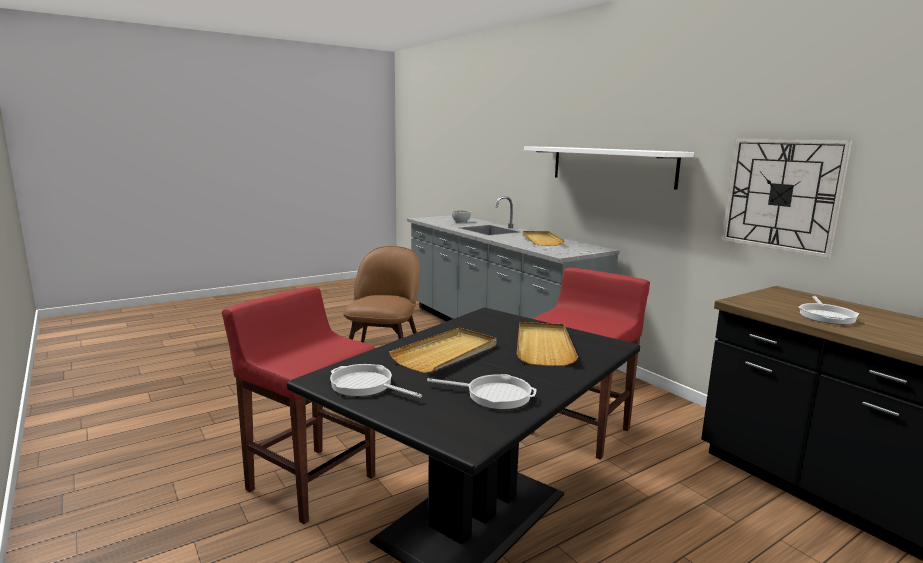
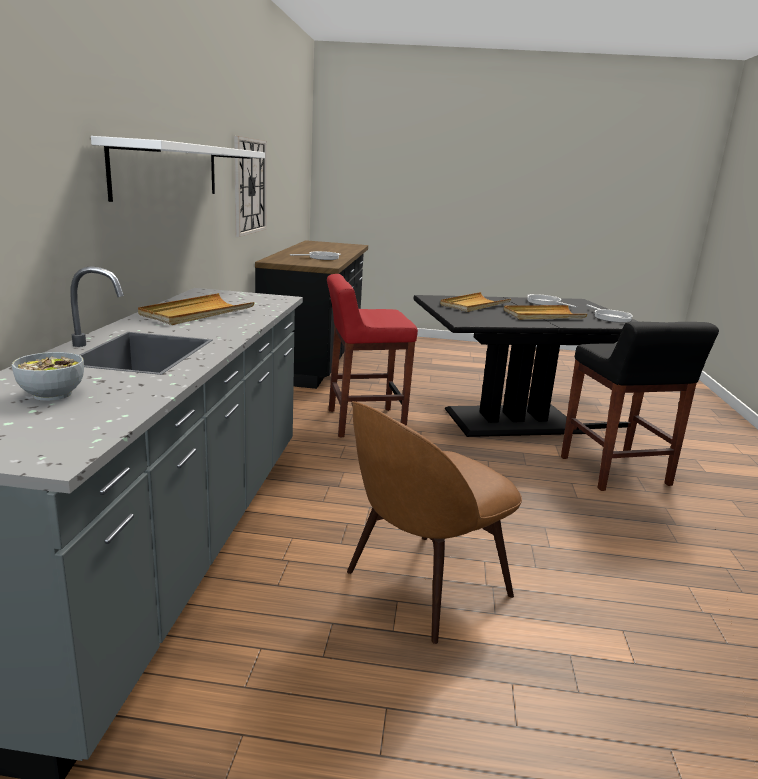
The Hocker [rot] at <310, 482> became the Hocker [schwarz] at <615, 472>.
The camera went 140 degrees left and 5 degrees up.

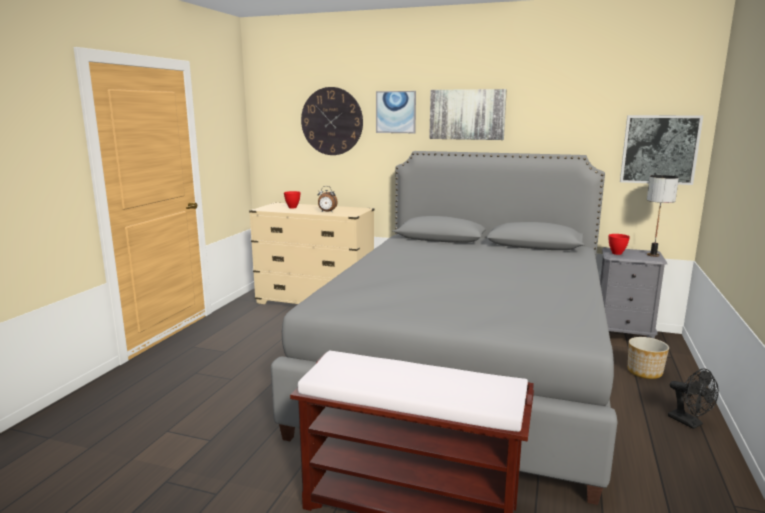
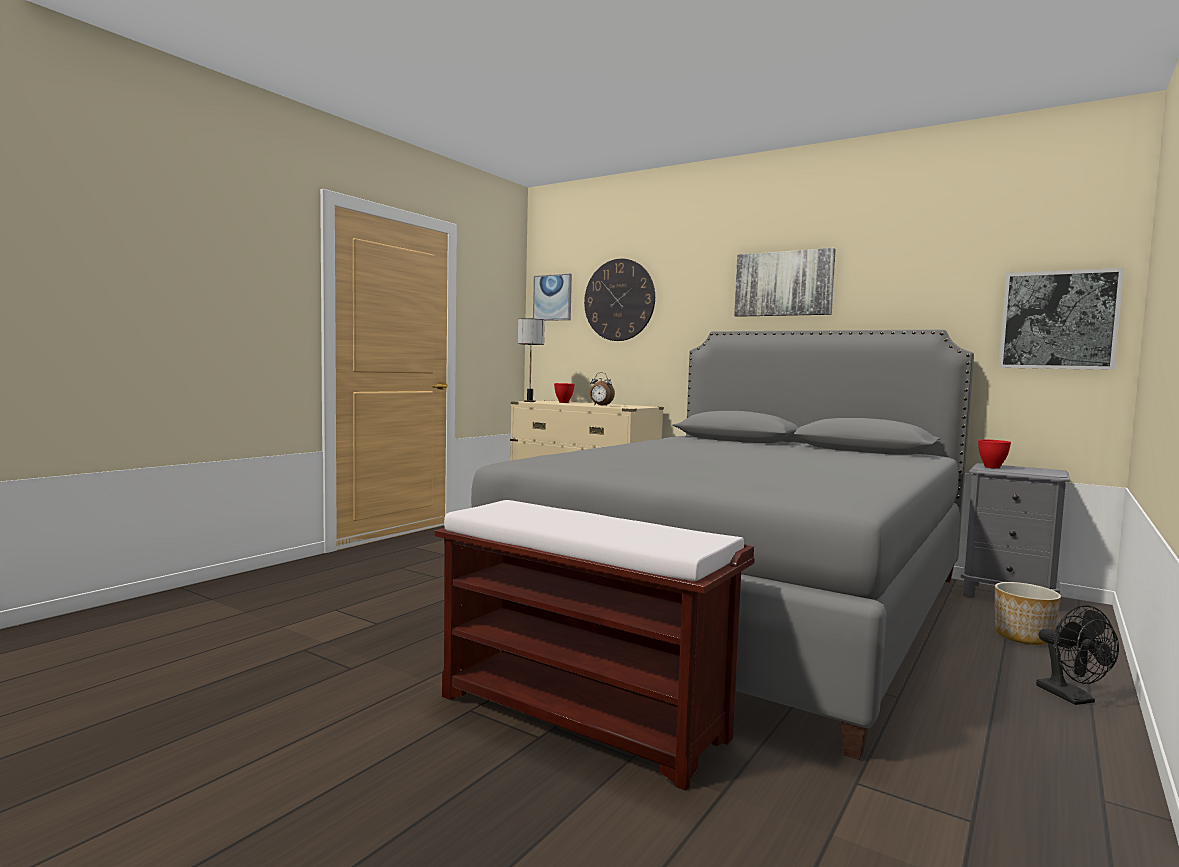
The Bild moved from <396, 112> to <552, 297>.
The Tischlampe moved from <653, 255> to <529, 401>.
The camera went 15 degrees right and 10 degrees down.

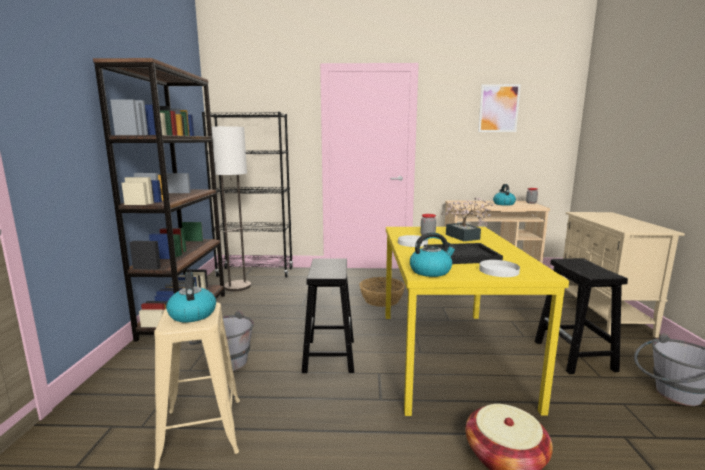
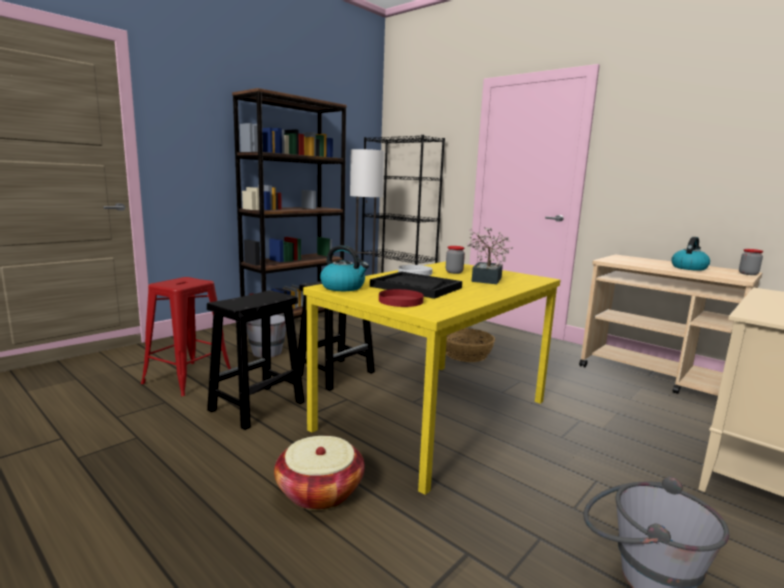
The Bild at <498, 108> disappeared.
The Hocker [schwarz] moved from <575, 356> to <256, 407>.
The Teller [weiß] at <499, 271> became the Teller [rot] at <401, 301>.
The Wasserkessel at <192, 314> disappeared.
The Hocker [beige] at <201, 430> became the Hocker [rot] at <188, 378>.
The camera went 40 degrees right and 0 degrees up.

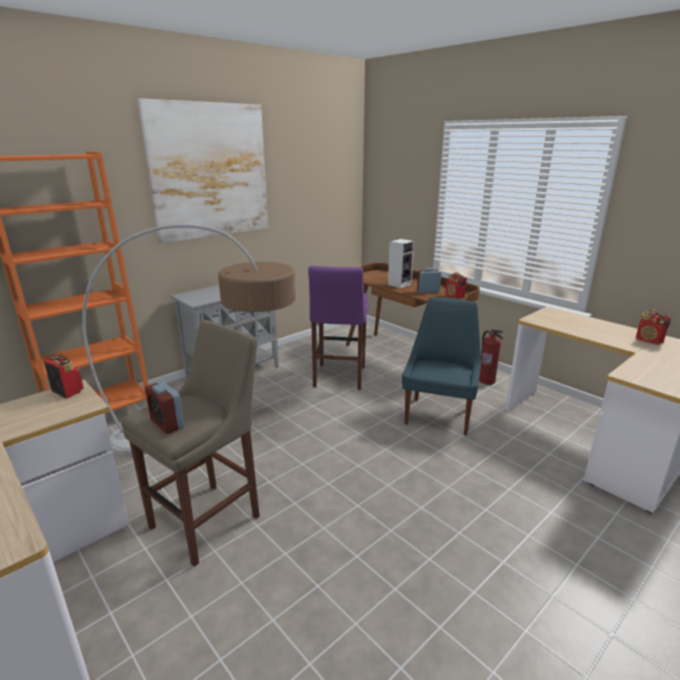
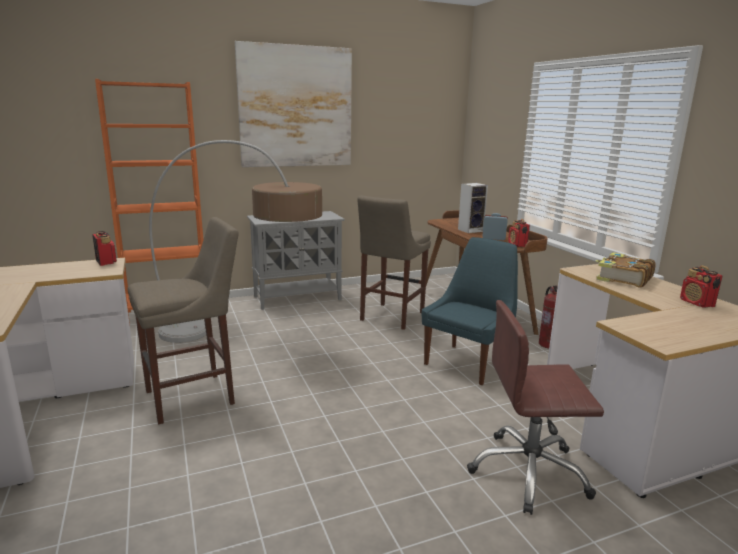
The Hocker [lila] at <338, 378> became the Hocker [beige] at <390, 317>.
The Wecker at <167, 424> disappeared.
The Buch at <623, 278> appeared.
The Bürostuhl [braun] at <528, 472> appeared.
The camera went 20 degrees right and 5 degrees down.

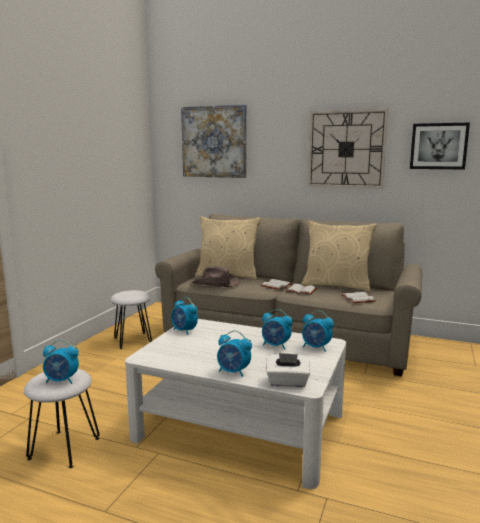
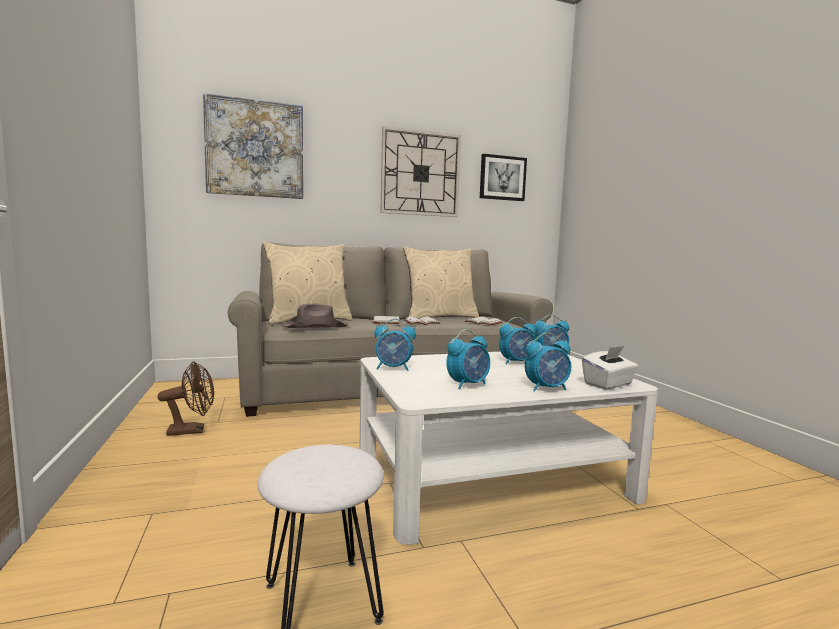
The Hocker [weiß] at <132, 340> was replaced by the Ventilator [braun] at <192, 430>.
The Wecker moved from <62, 381> to <468, 385>.
The camera went 40 degrees left and 5 degrees down.

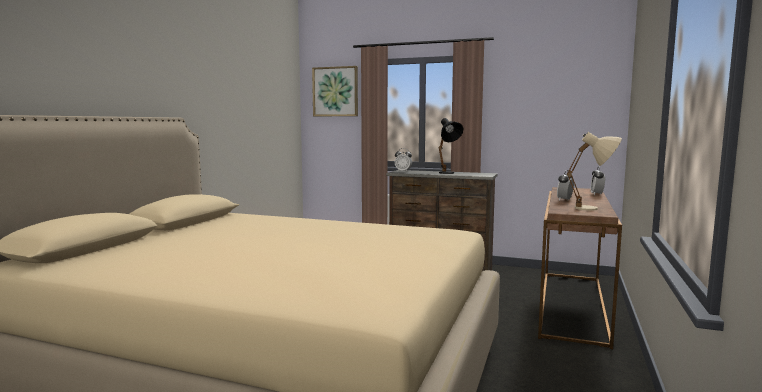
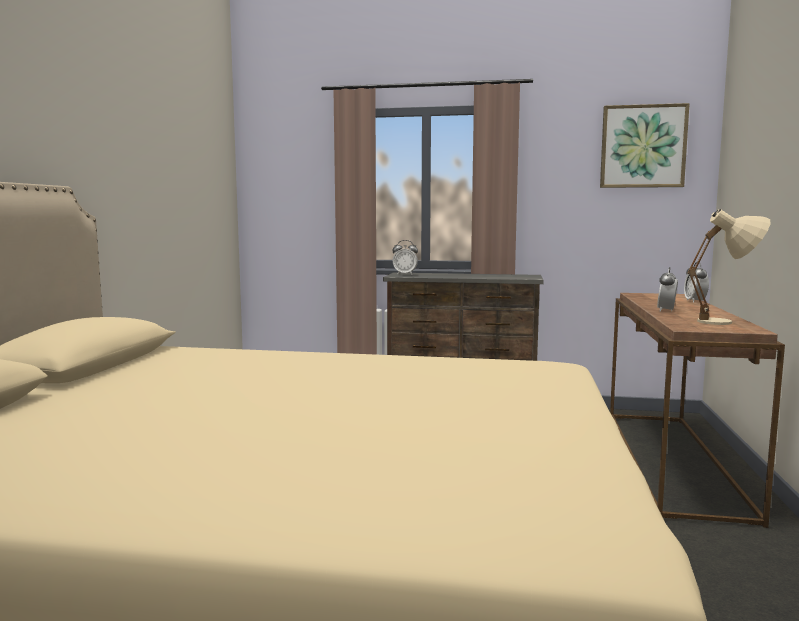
The Bild moved from <335, 91> to <643, 146>.
The Tischlampe [schwarz] at <448, 173> disappeared.
The camera went 10 degrees left and 0 degrees up.

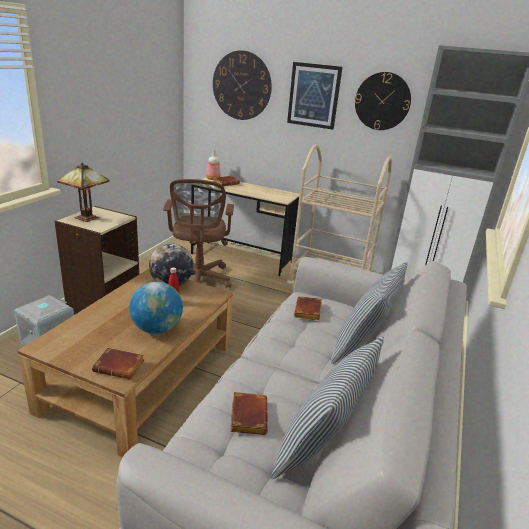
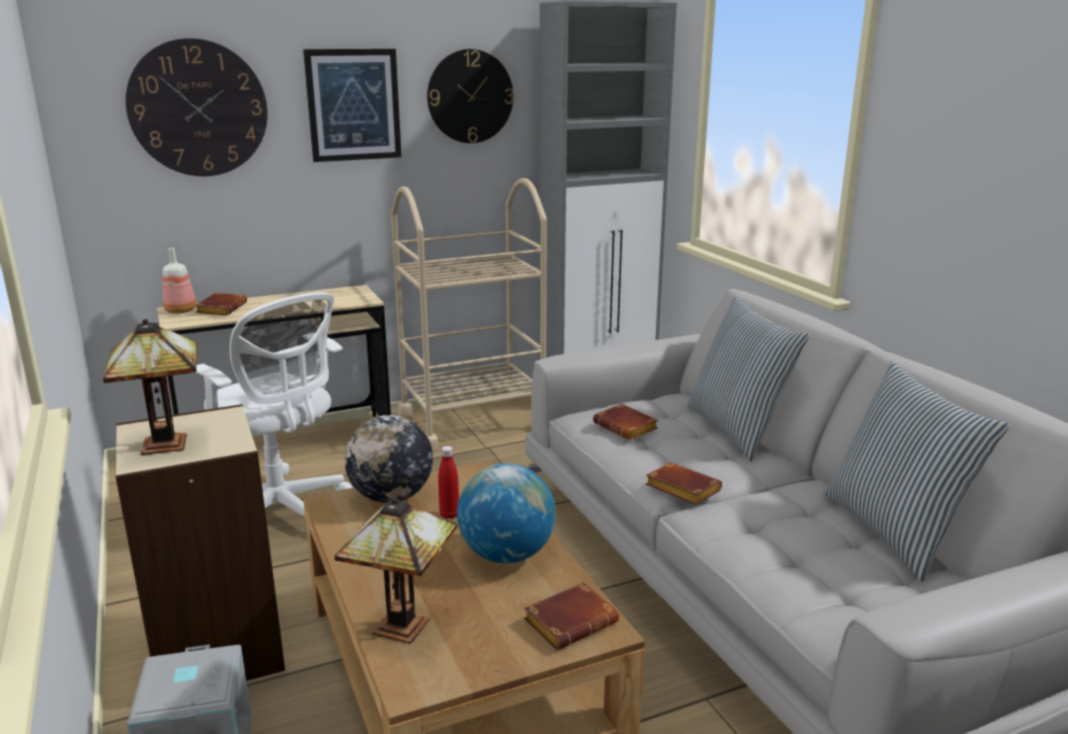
The Bürostuhl [braun] at <198, 281> became the Bürostuhl [weiß] at <282, 512>.
The Buch [braun] moved from <247, 416> to <680, 489>.
The Tischlampe at <406, 625> appeared.
The camera went 45 degrees left and 5 degrees down.

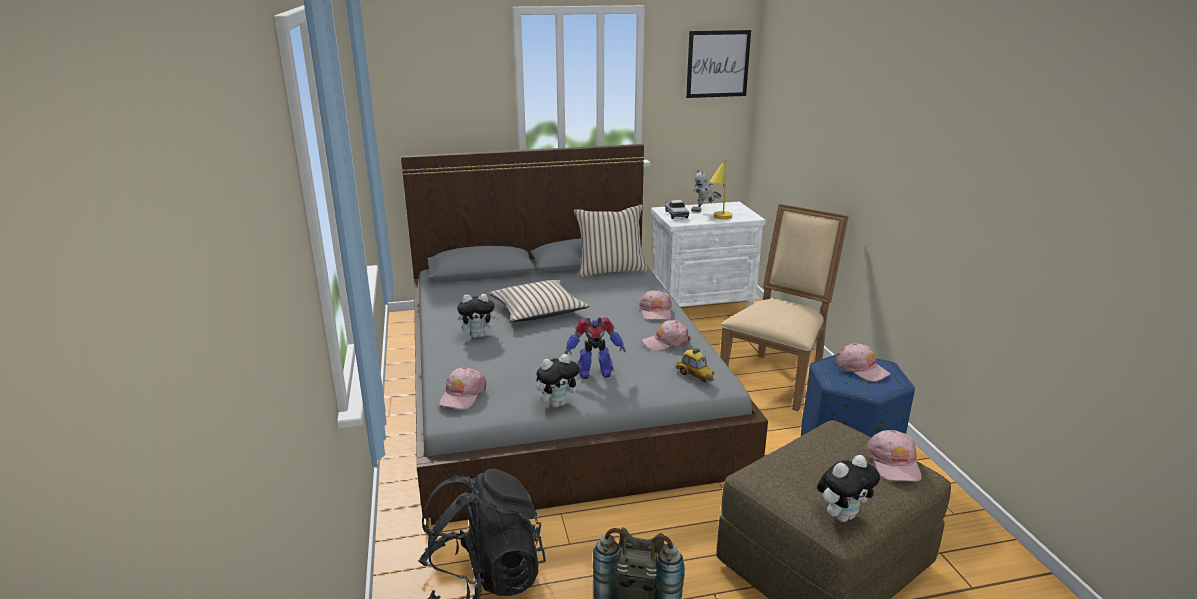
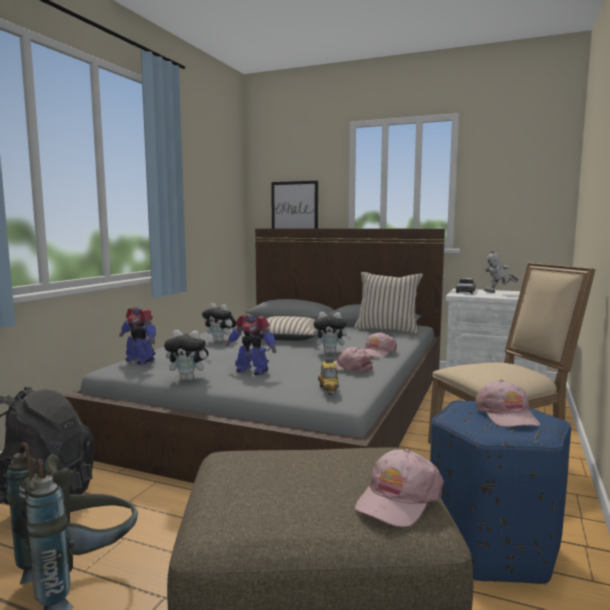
The Bild moved from <718, 64> to <294, 207>.
The Tischlampe [gelb] at <718, 218> disappeared.
The Kappe [rosa] at <462, 395> was replaced by the Spielzeugroboter at <140, 360>.
The Plüschtier moved from <842, 515> to <331, 352>.
The camera went 35 degrees right and 15 degrees down.

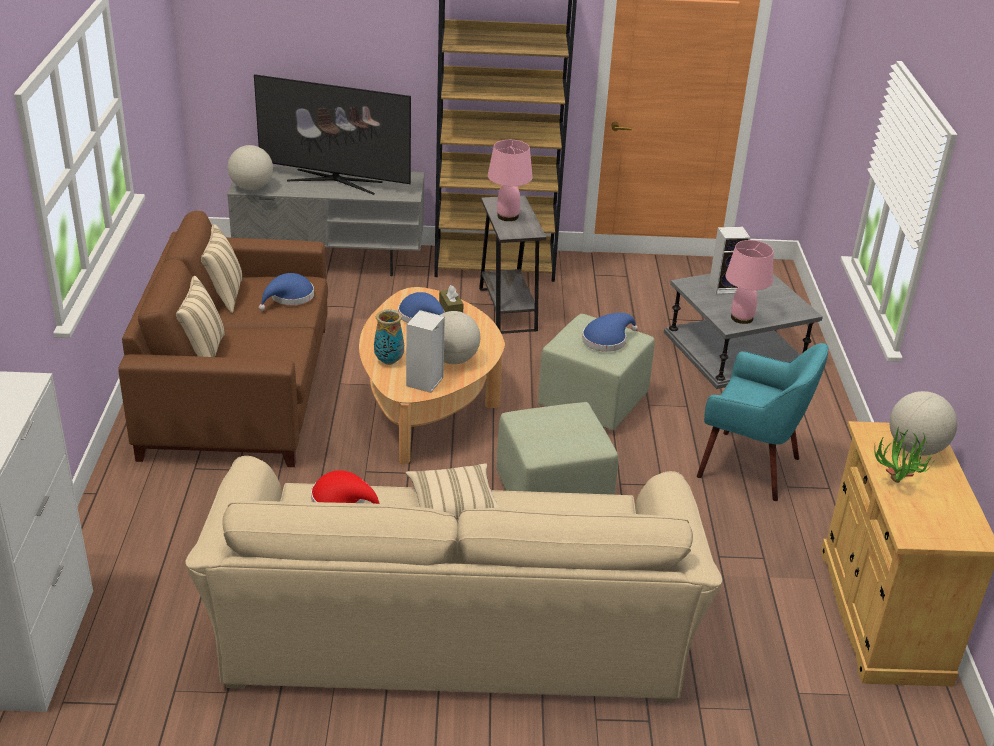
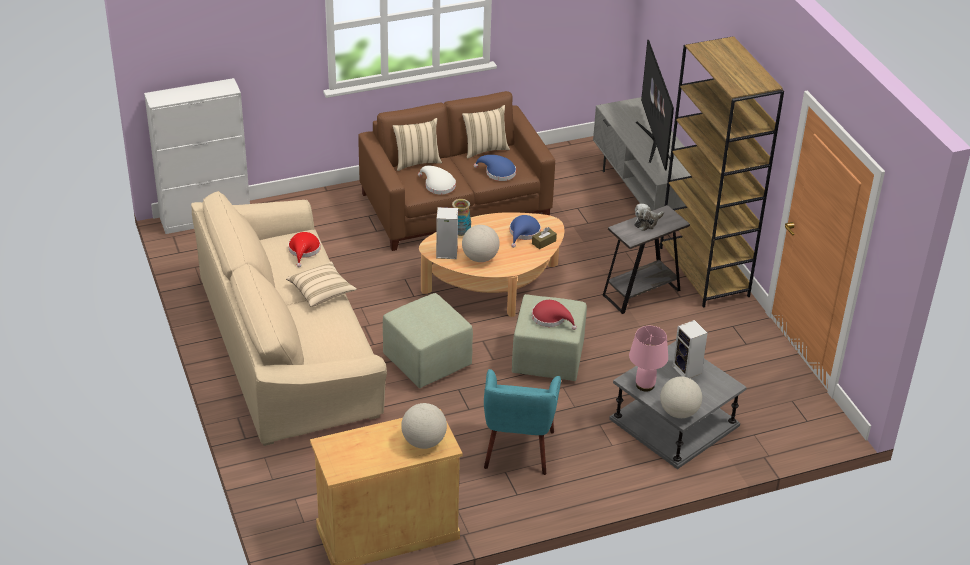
The Tischlampe [rosa] at <507, 216> was replaced by the Plüschtier at <647, 223>.
The Globus moved from <252, 188> to <679, 412>.
The Hut [blau] at <607, 340> became the Hut [rot] at <551, 318>.
The Topfpflanze at <895, 485> disappeared.
The Hut [weiß] at <438, 185> appeared.
The camera went 70 degrees right and 5 degrees up.

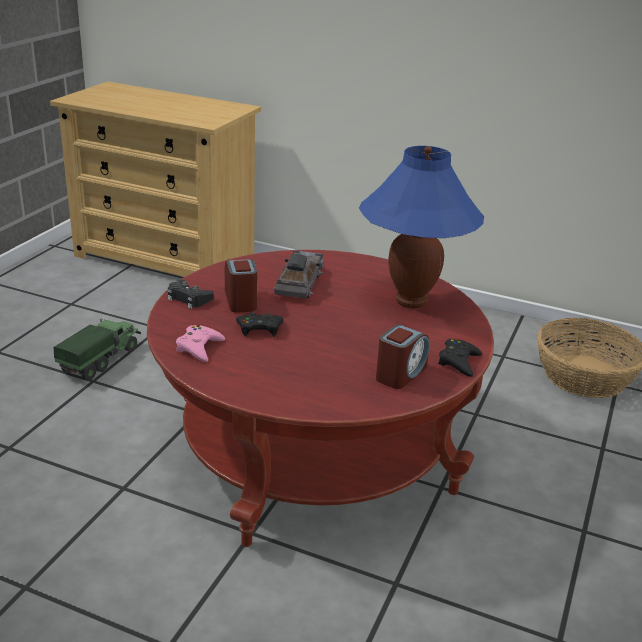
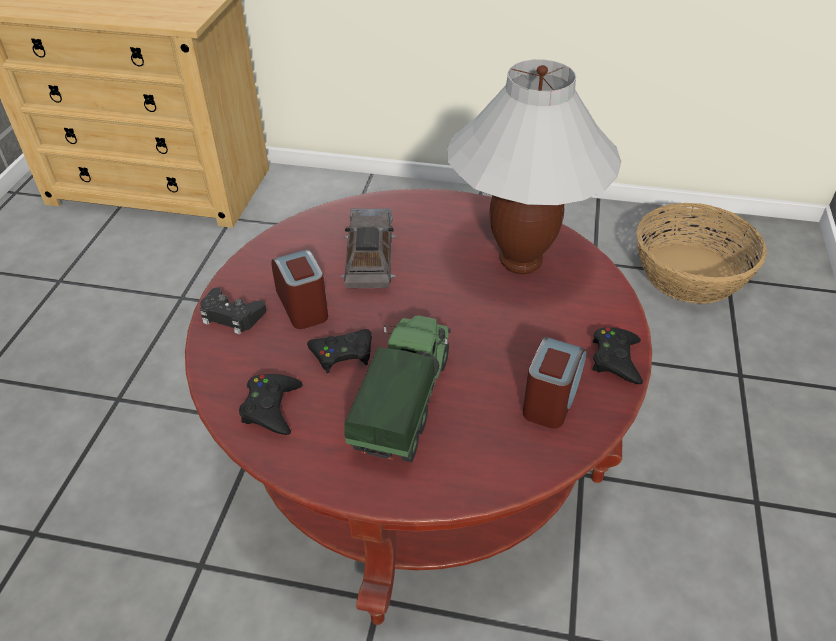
The Tischlampe [blau] at <411, 301> became the Tischlampe [weiß] at <520, 261>.
The Spielzeuglaster moved from <101, 360> to <404, 402>.
The Gamepad [rosa] at <199, 347> became the Gamepad [schwarz] at <271, 408>.
The camera went 10 degrees left and 15 degrees up.

